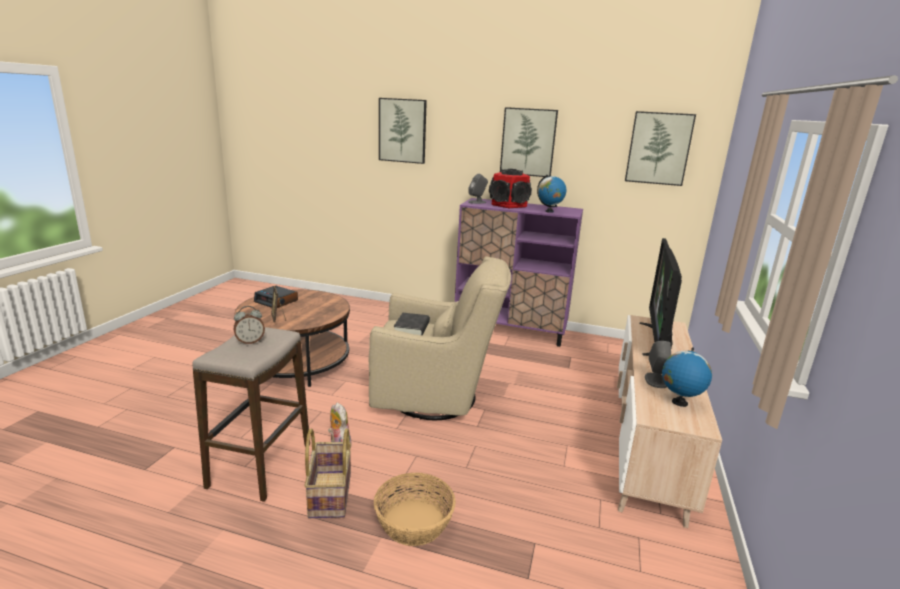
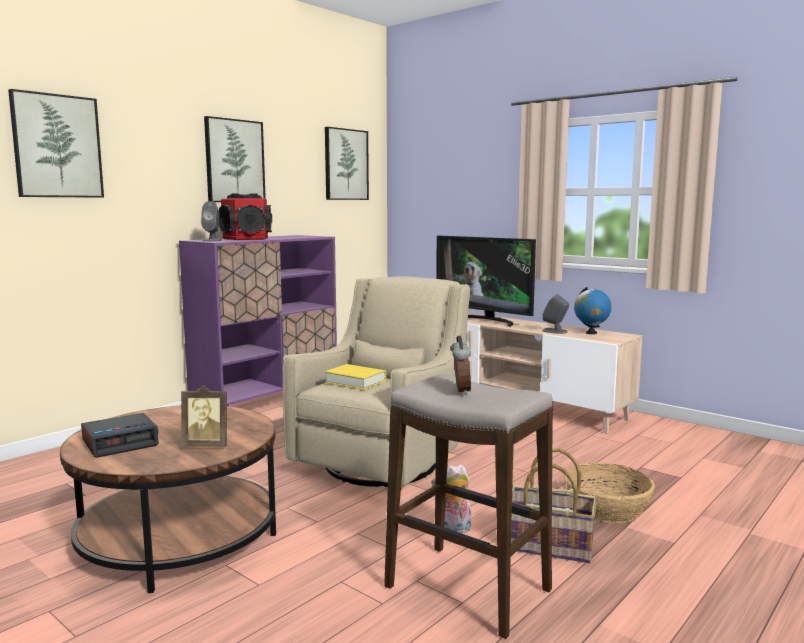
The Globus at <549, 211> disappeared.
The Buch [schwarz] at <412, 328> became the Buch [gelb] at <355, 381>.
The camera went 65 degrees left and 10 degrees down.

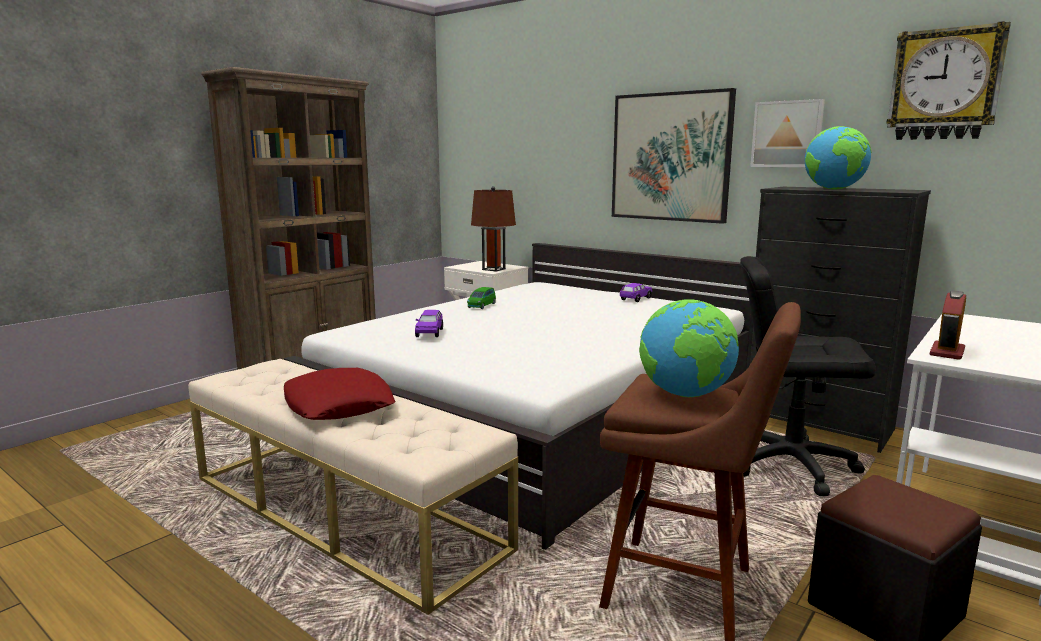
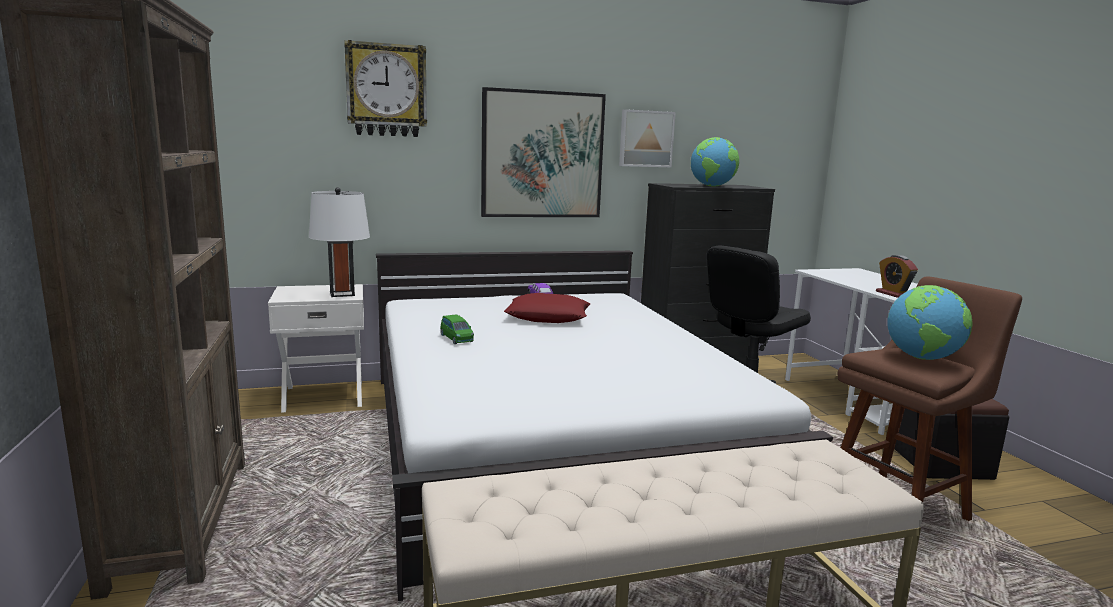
The Wanduhr moved from <945, 84> to <386, 90>.
The Tischlampe [braun] at <494, 269> became the Tischlampe [weiß] at <342, 294>.
The Spielzeugauto [lila] at <429, 332> disappeared.
The Kissen [rot] moved from <338, 405> to <548, 316>.
The camera went 55 degrees left and 0 degrees up.

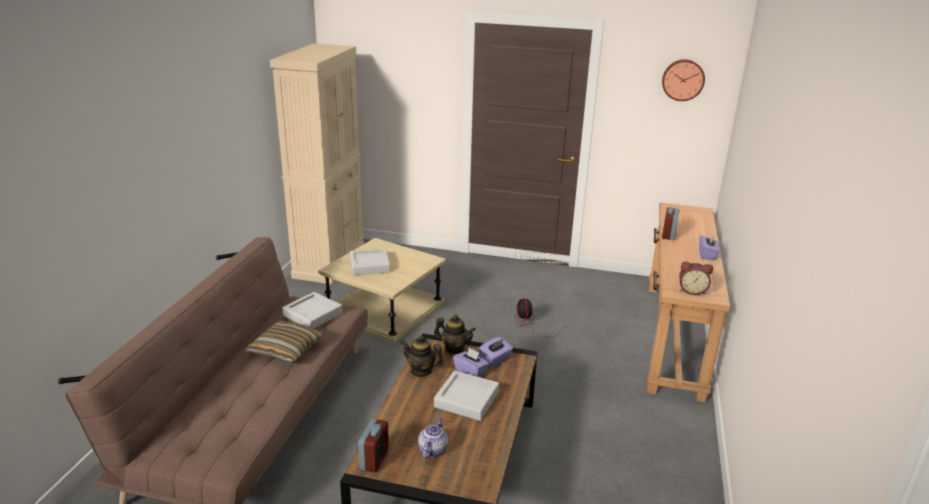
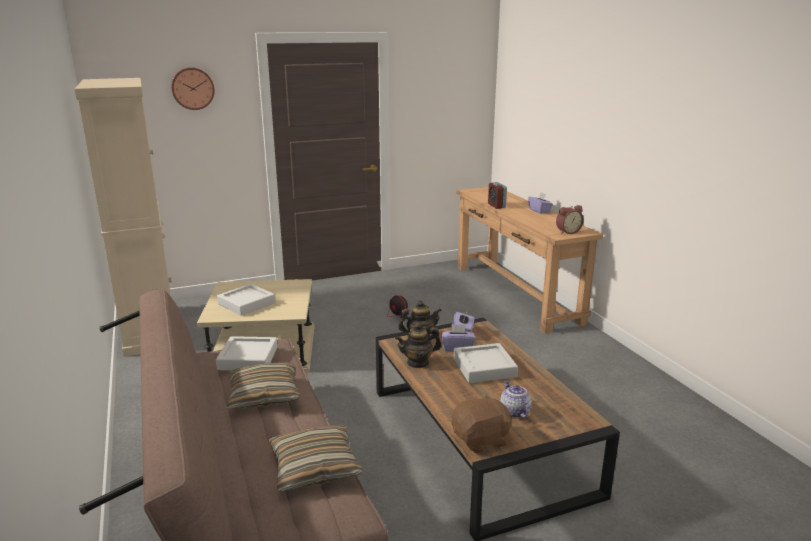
The Wanduhr moved from <683, 79> to <193, 88>.
The Wecker at <374, 459> was replaced by the Plüschtier [braun] at <481, 440>.
The Kissen at <314, 467> appeared.
The camera went 35 degrees left and 5 degrees down.

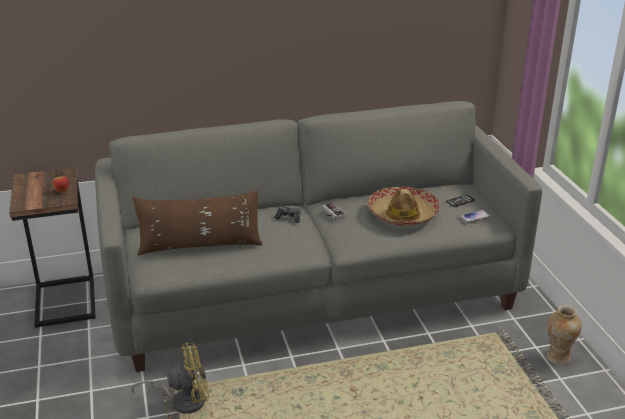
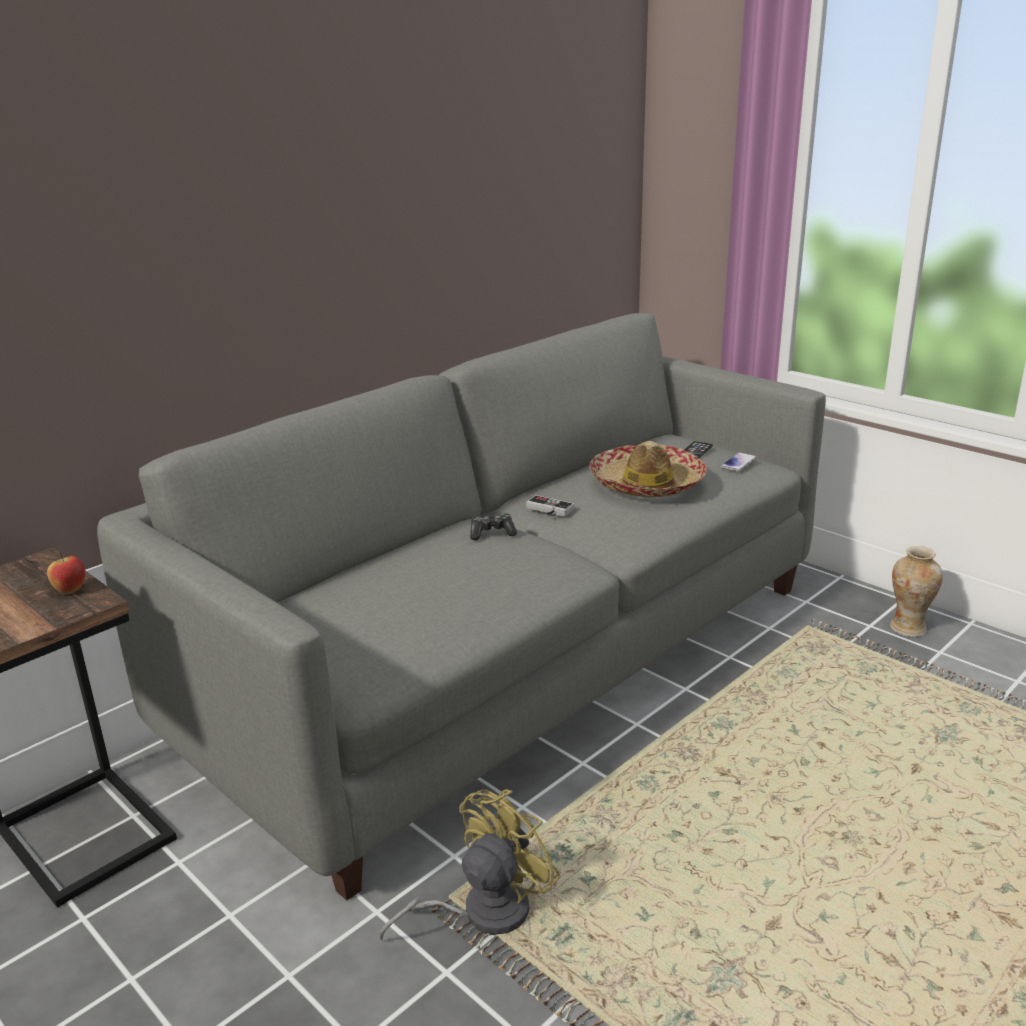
The Kissen [braun] at <200, 246> disappeared.
The camera went 30 degrees left and 5 degrees down.

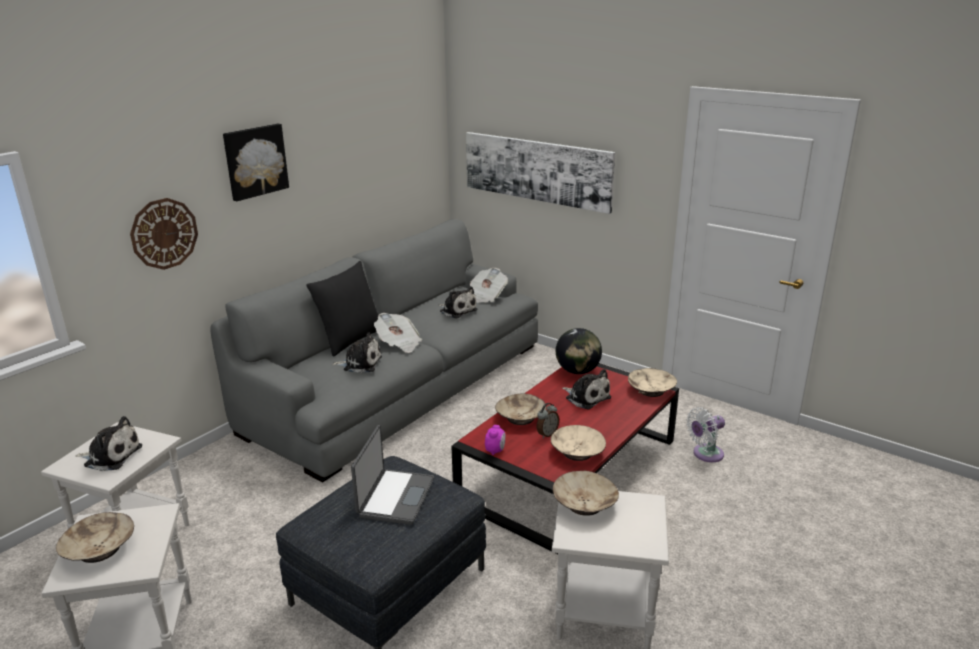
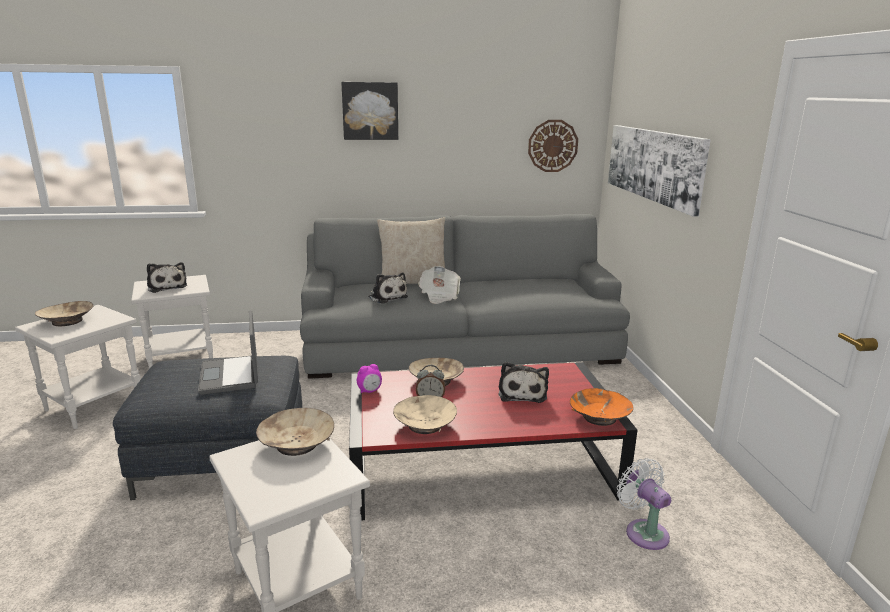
The Wanduhr moved from <164, 233> to <552, 146>.
The Kissen [schwarz] at <350, 339> became the Kissen [beige] at <413, 283>.
The Zeitung at <486, 296> disappeared.
The Plüschtier at <457, 310> disappeared.
The Globus at <577, 371> disappeared.
The Schüssel [beige] at <651, 390> became the Schüssel [orange] at <599, 417>.
The Ventilator [weiß] at <705, 454> turned 45 degrees clockwise.
The Laptop at <395, 497> turned 105 degrees clockwise.
The camera went 45 degrees right and 5 degrees down.

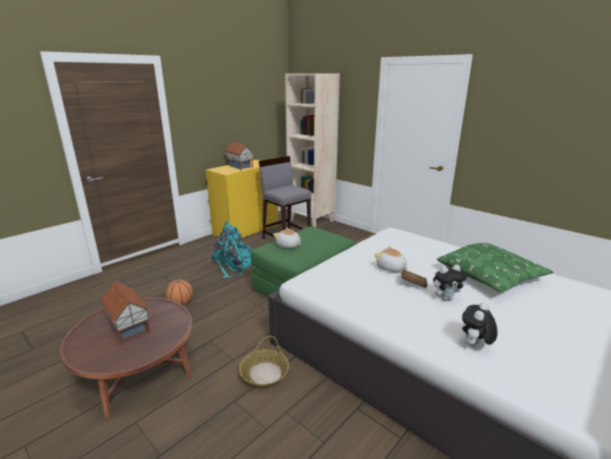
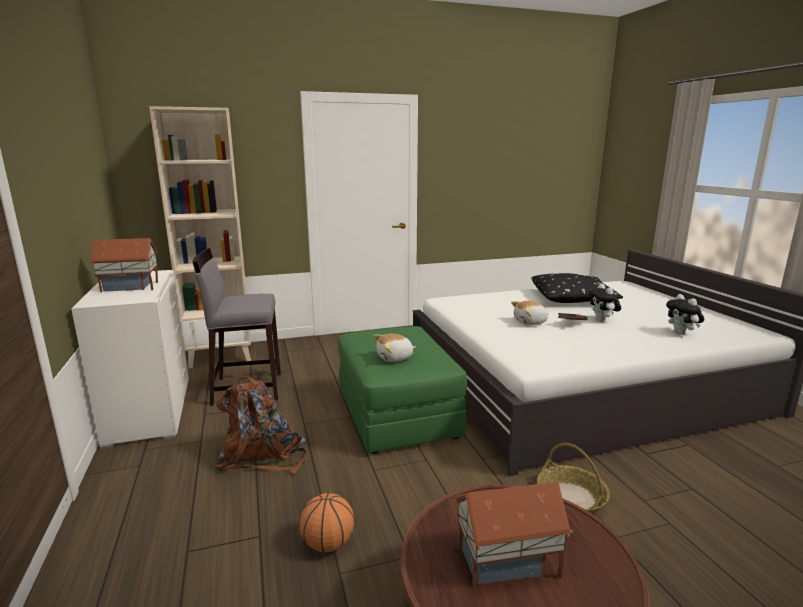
The Kommode [gelb] at <245, 230> became the Kommode [weiß] at <148, 411>.
The Rucksack [türkis] at <234, 265> became the Rucksack [braun] at <262, 454>.
The Kissen [grün] at <490, 276> became the Kissen [schwarz] at <573, 298>.
The Plüschtier at <446, 298> turned 150 degrees clockwise.
The camera went 60 degrees left and 5 degrees down.

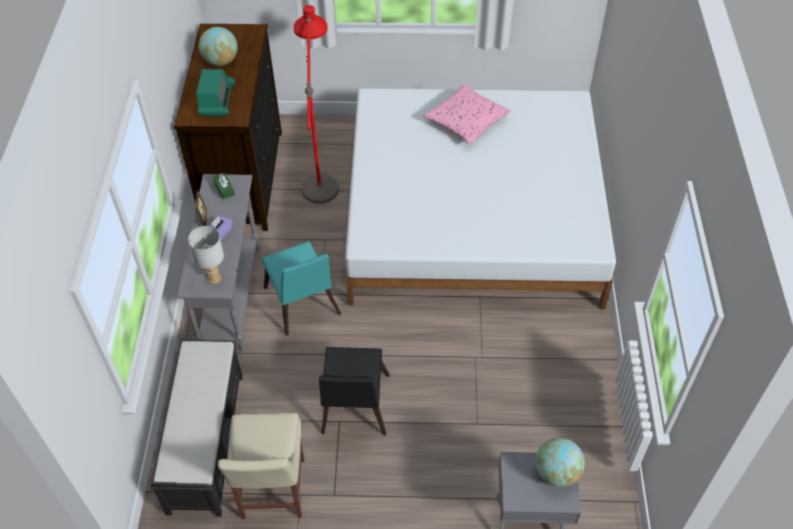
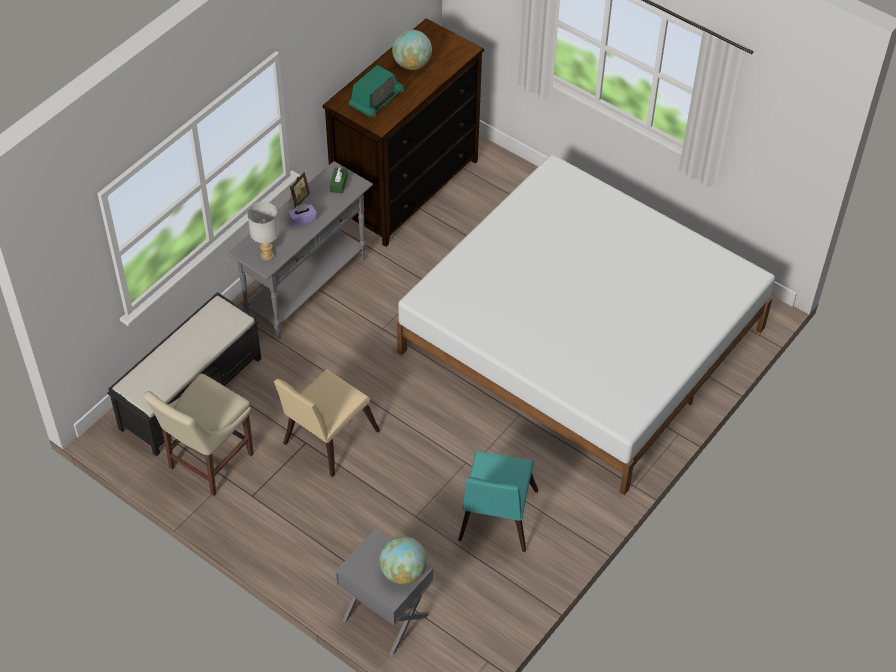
The Stehlampe [rot] at <321, 170> disappeared.
The Kissen [rosa] at <466, 122> disappeared.
The Stuhl [türkis] moved from <303, 305> to <495, 520>.
The Stuhl [schwarz] at <354, 408> became the Stuhl [beige] at <326, 440>.
The camera went 35 degrees right and 0 degrees up.

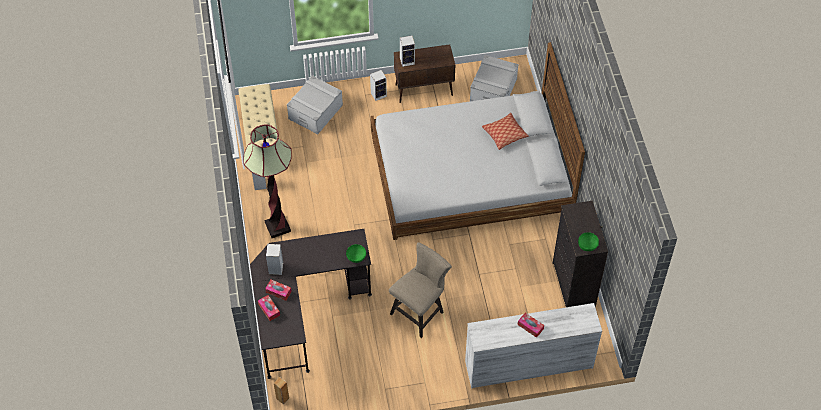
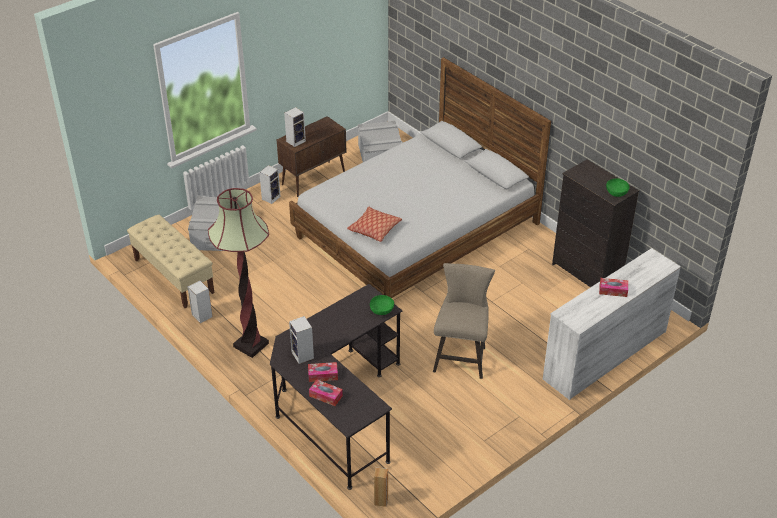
The Kissen moved from <504, 134> to <374, 229>.
The camera went 30 degrees left and 15 degrees down.

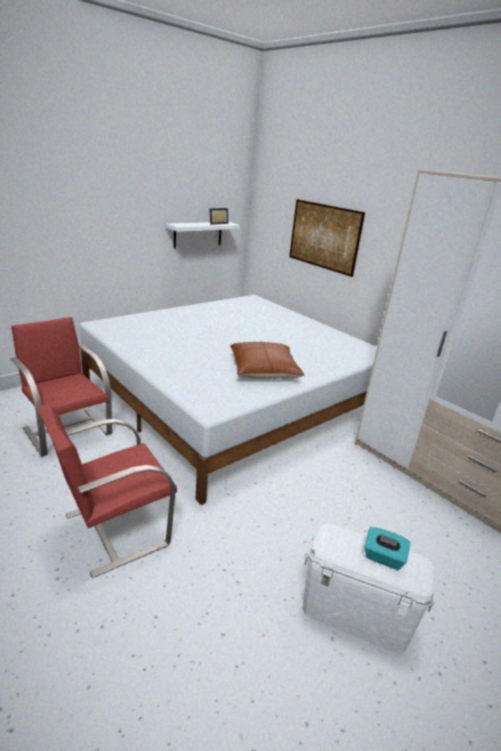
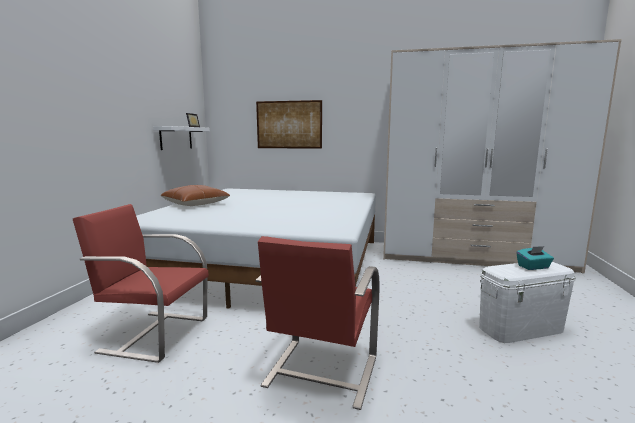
The Kissen [braun] moved from <264, 370> to <195, 204>.
The camera went 35 degrees left and 15 degrees down.

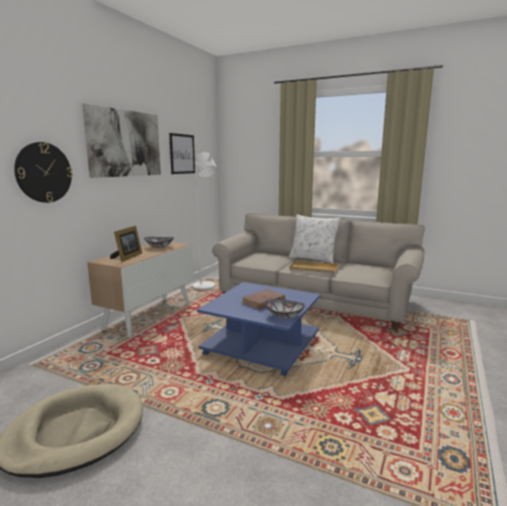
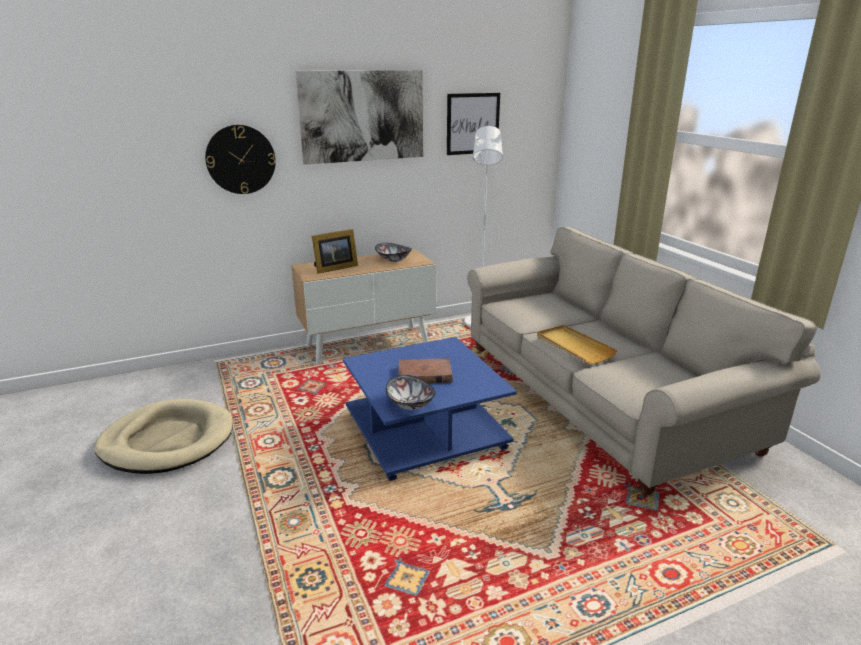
The Kissen [weiß] at <313, 259> disappeared.
The camera went 40 degrees right and 10 degrees up.

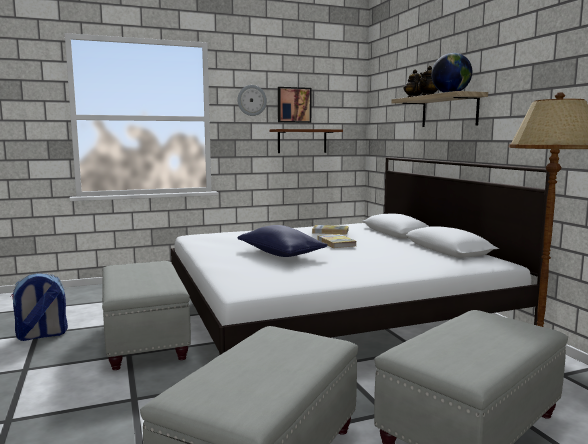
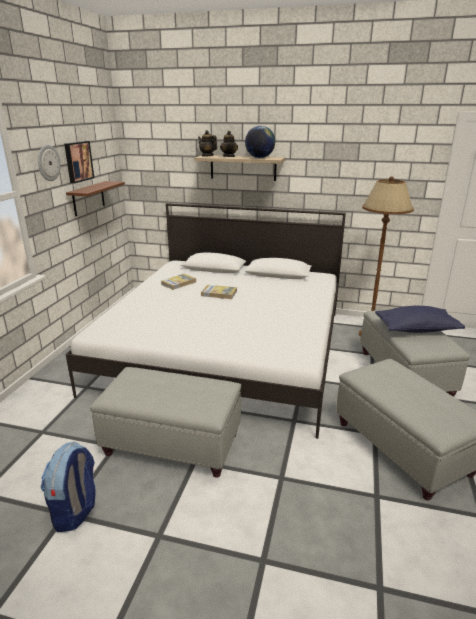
The Kissen [blau] moved from <280, 254> to <416, 329>.
The camera went 55 degrees left and 15 degrees up.

